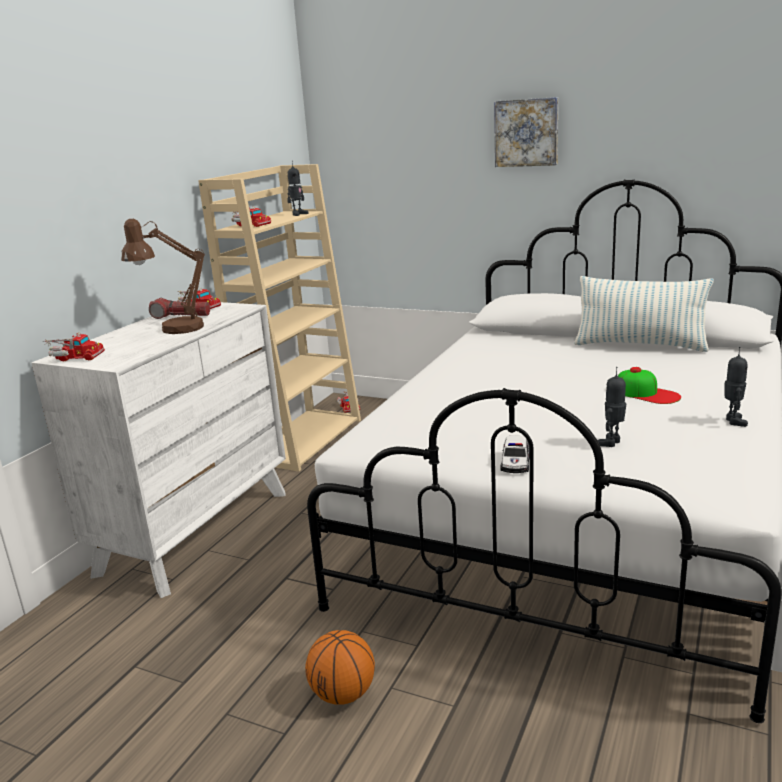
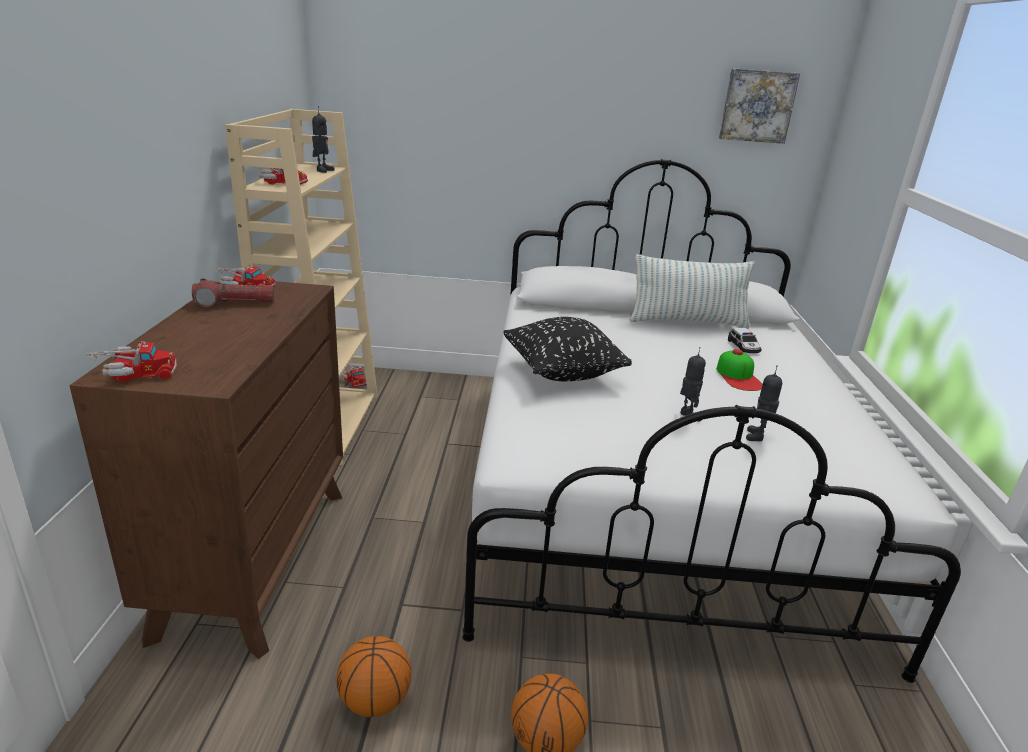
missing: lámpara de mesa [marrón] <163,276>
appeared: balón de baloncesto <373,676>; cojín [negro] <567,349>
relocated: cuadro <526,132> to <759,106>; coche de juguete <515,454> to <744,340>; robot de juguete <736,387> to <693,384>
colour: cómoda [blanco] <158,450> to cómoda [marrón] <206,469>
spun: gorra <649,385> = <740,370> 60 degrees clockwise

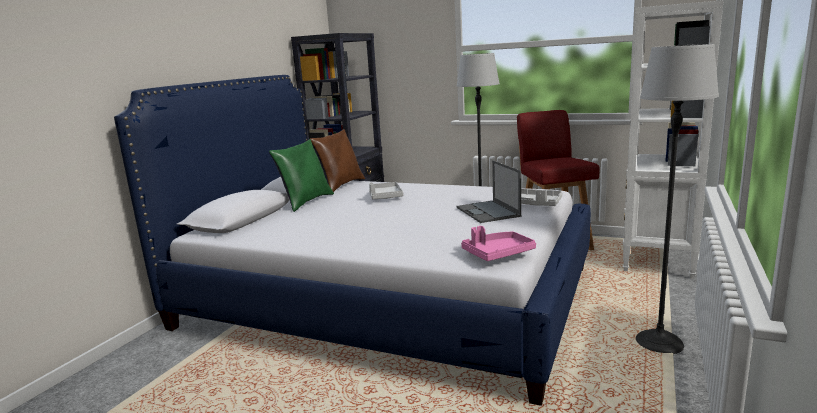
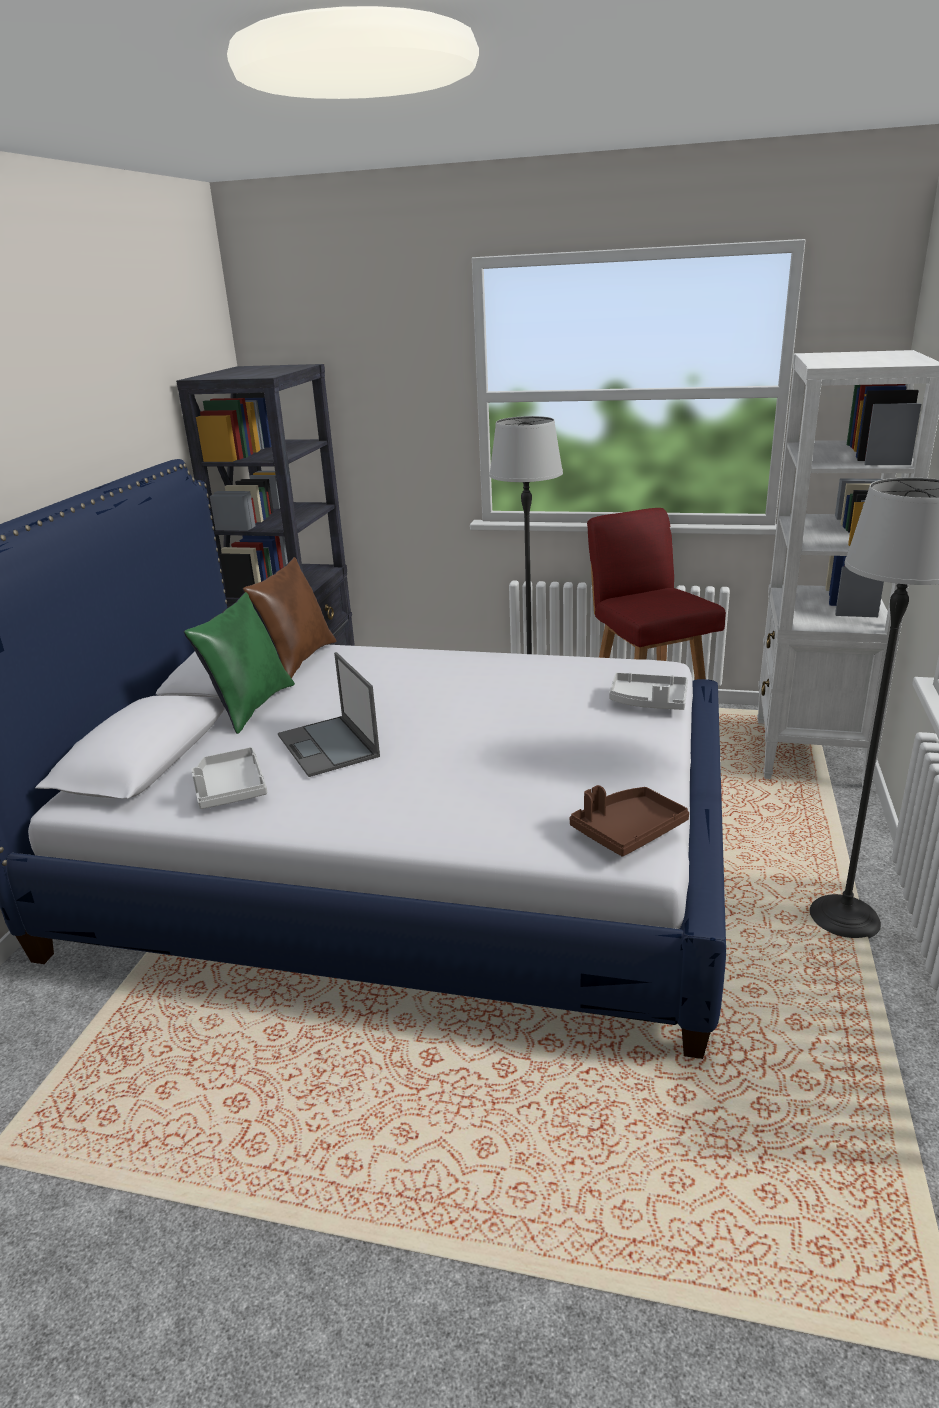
relocated: bandeja [gris] <386,190> to <229,778>; portátil <489,191> to <329,714>
colour: bandeja [rosa] <498,243> to bandeja [marrón] <629,821>

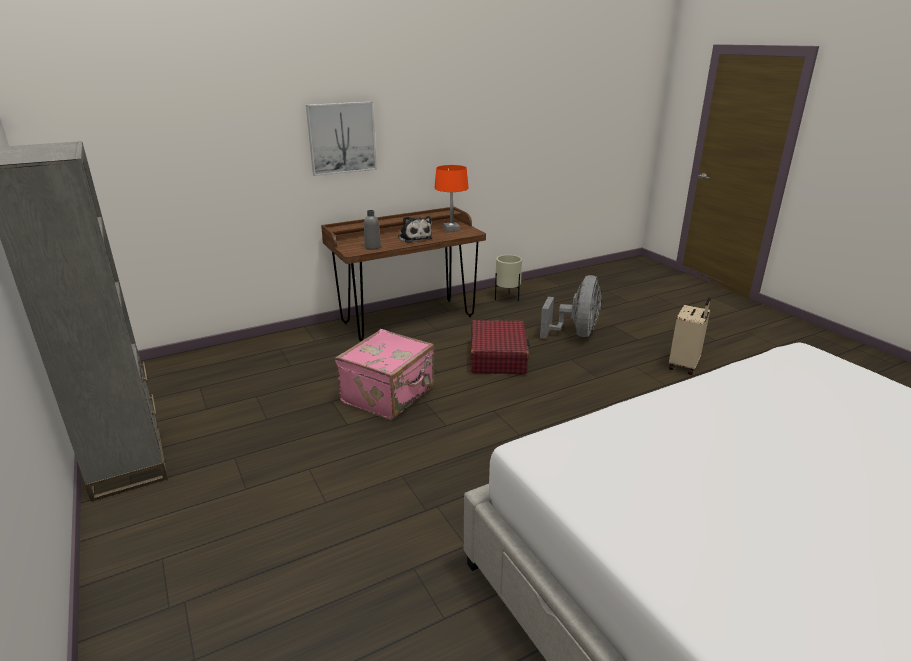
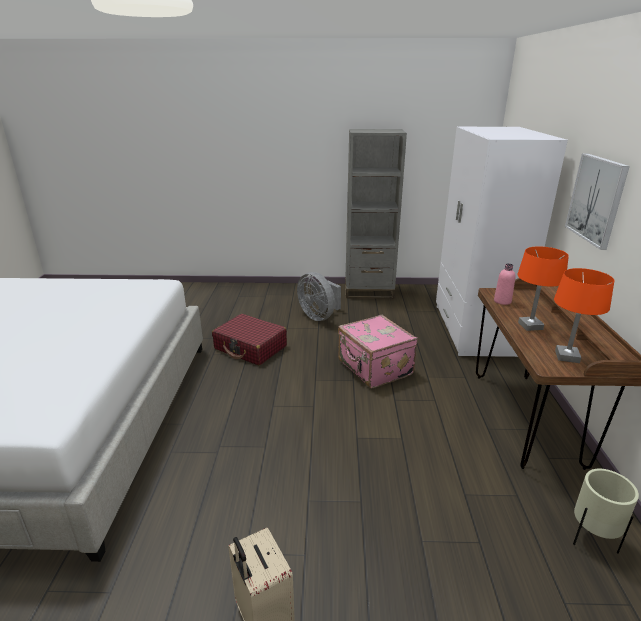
appeared: armario ropero [blanco] <502,242>
relocated: maleta [rojo] <500,347> to <249,339>; ventilador [gris] <570,307> to <319,296>
exchanged: peluche <415,229> to lámpara de mesa [naranja] <543,288>
colour: botella [gris] <372,230> to botella [rosa] <504,284>

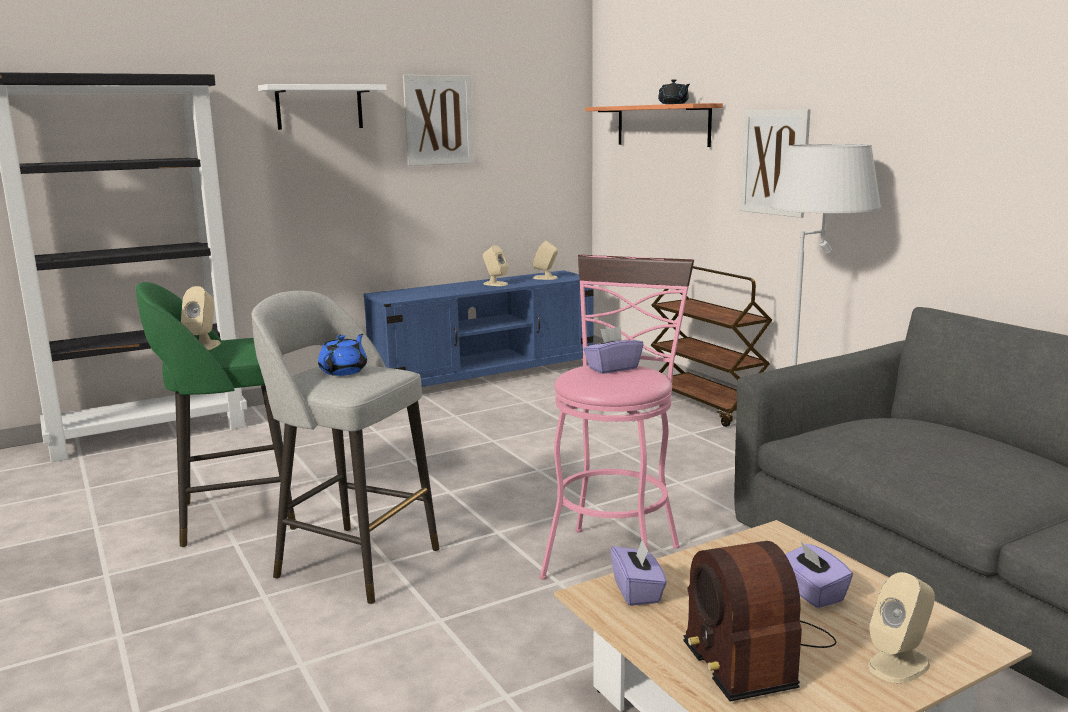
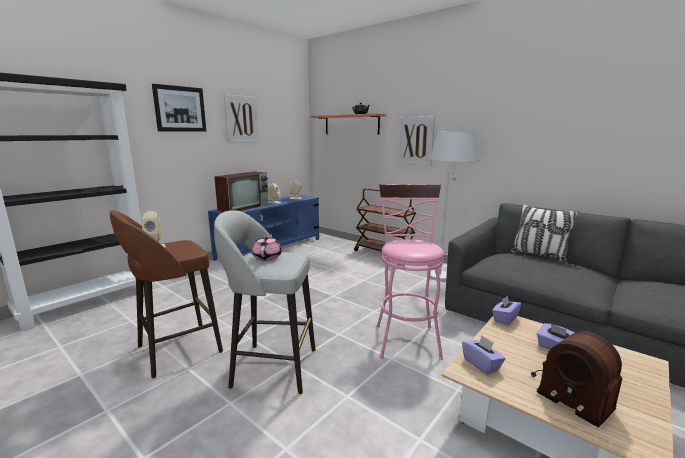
missing: altavoz [beis] <901,627>
appeared: televisor <241,192>; cojín <544,233>
relocated: caja de pañuelos [morado] <613,350> to <506,310>
exchanged: estante [blanco] <322,107> to cuadro <179,107>
colour: taburete [verde] <216,414> to taburete [marrón] <166,294>; tetera [azul] <342,355> to tetera [rosa] <267,247>

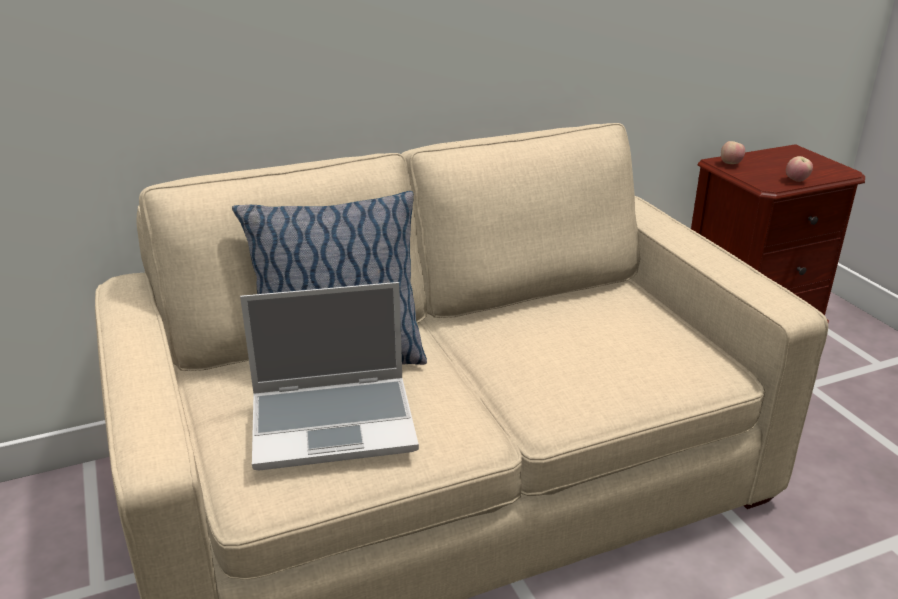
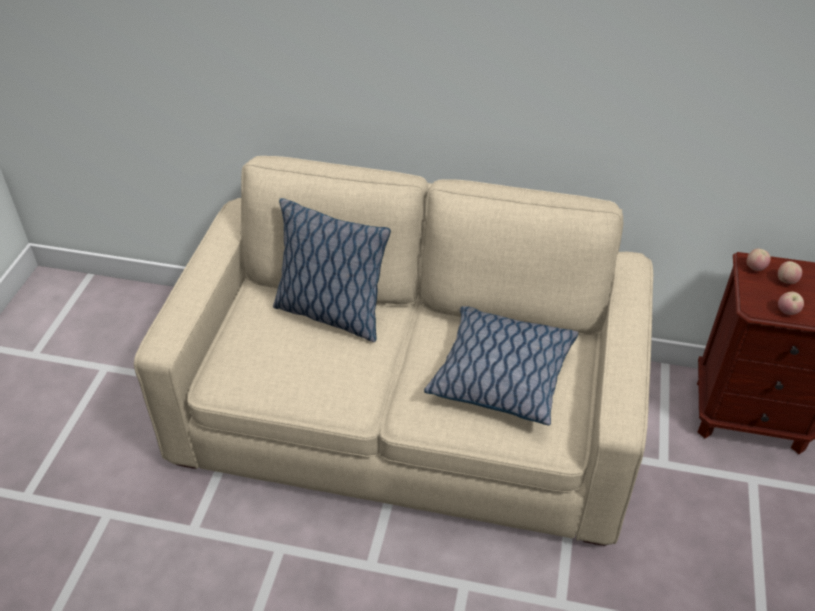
missing: portátil <329,376>
appeared: cojín <501,366>; manzana <790,272>

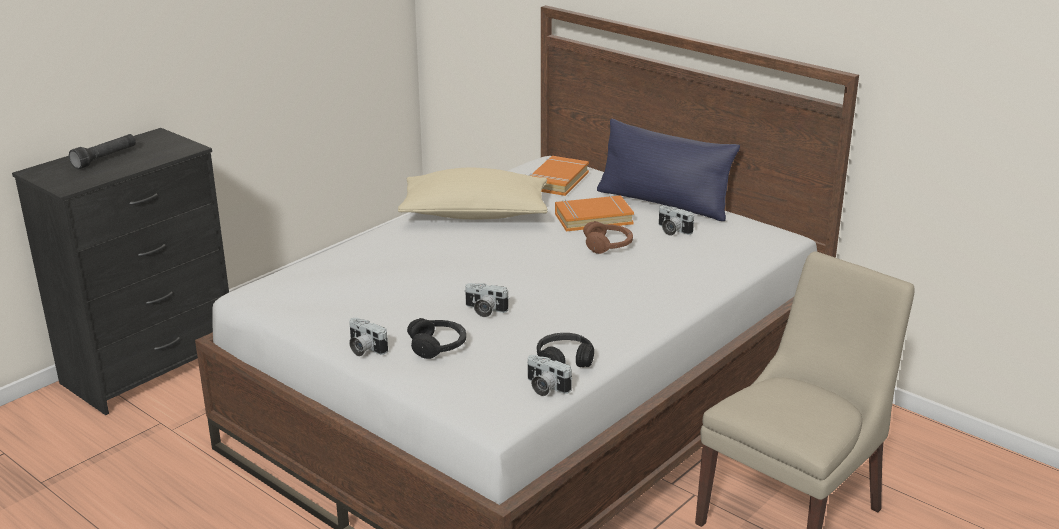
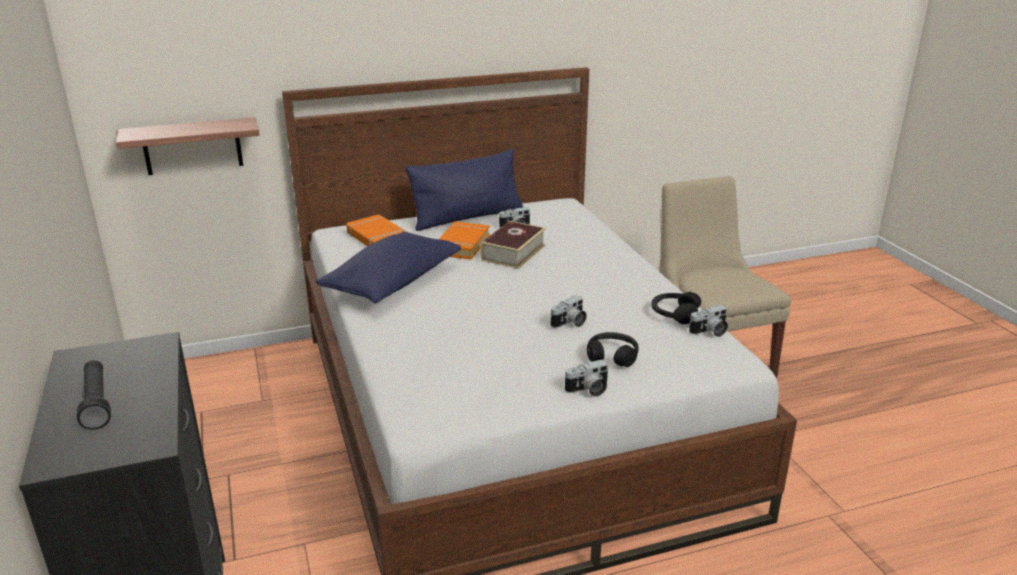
appeared: estante <188,146>
exchanged: auriculares [marrón] <608,237> to libro <513,245>
colour: cojín [beis] <473,193> to cojín [azul] <388,267>

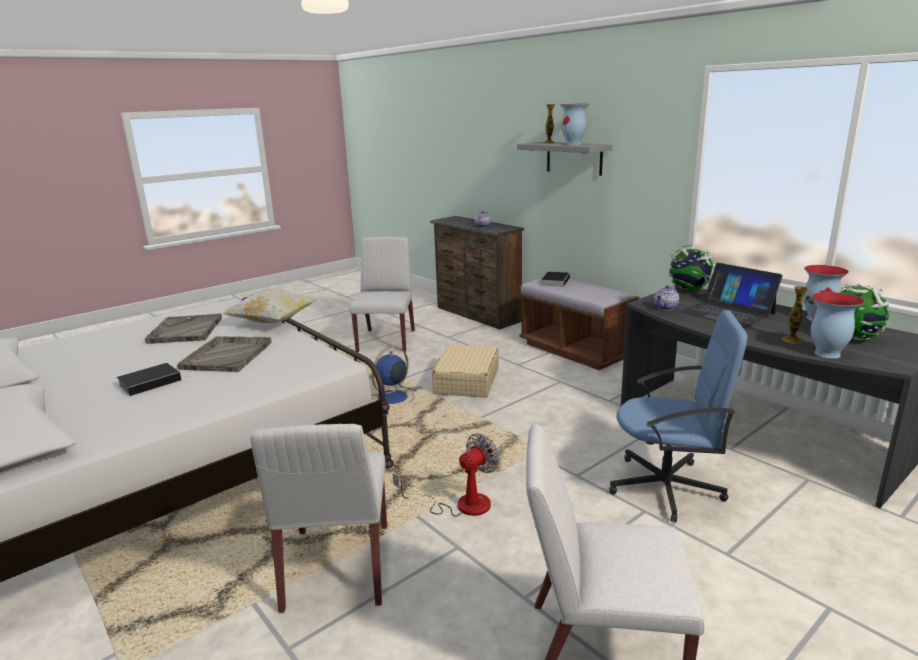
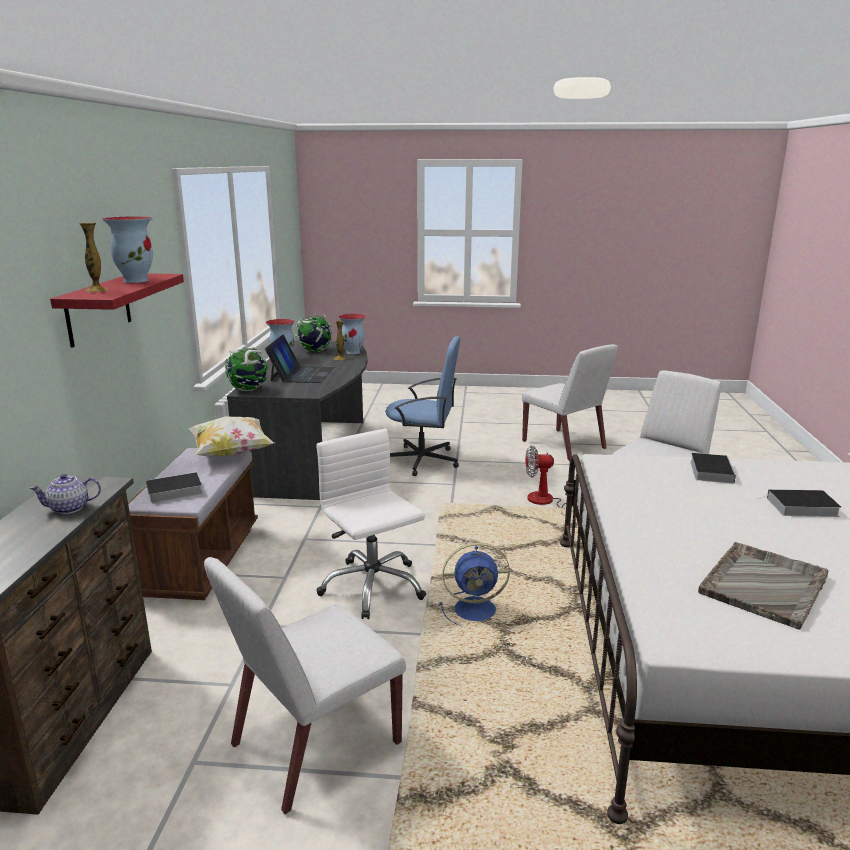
missing: bandeja [gris] <224,354>; tetera <666,297>
appeared: libro <713,468>
relocated: cojín <269,306> to <231,436>
exchanged: maleta [beis] <465,371> to silla de oficina [blanco] <371,524>
colour: estante [gris] <565,159> to estante [rojo] <117,311>
spun: silla de oficina [azul] <678,416> = <422,406> 135 degrees clockwise

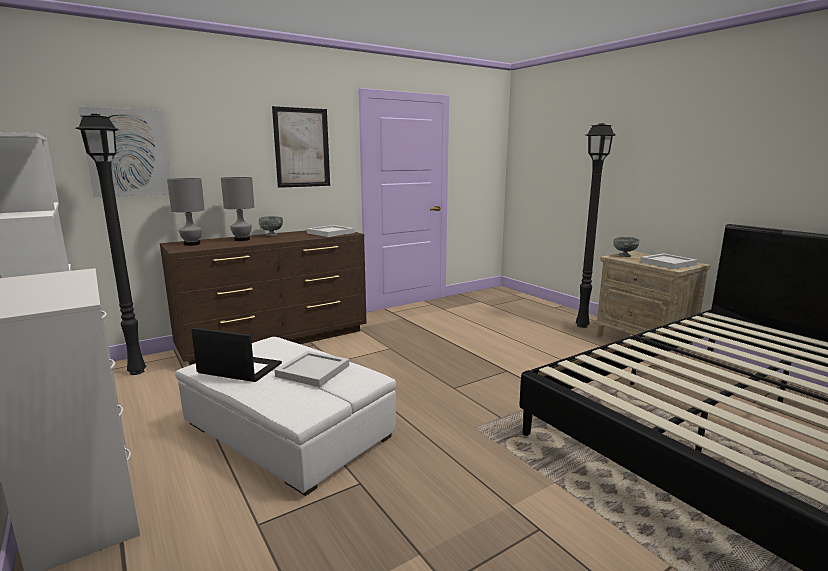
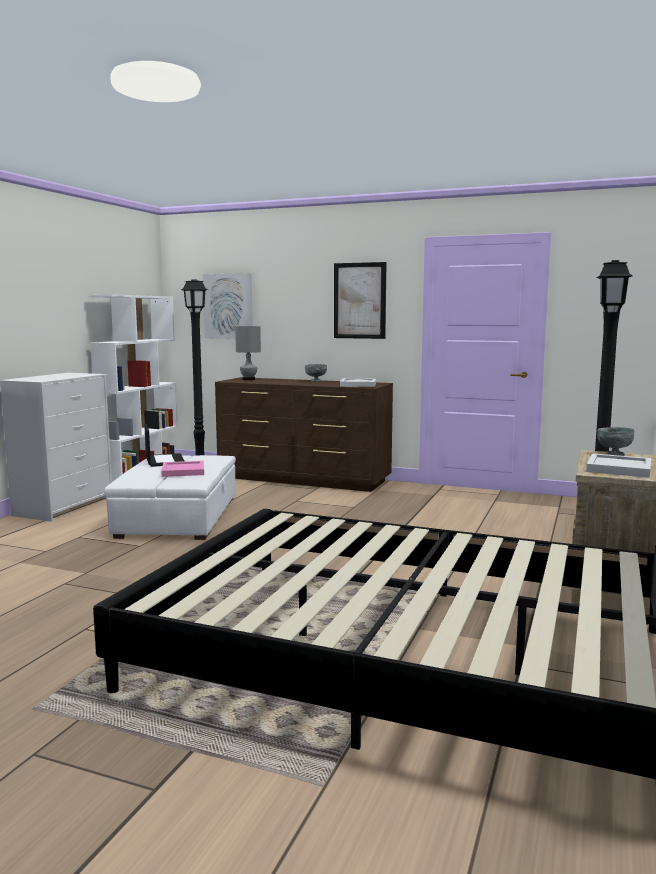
missing: lámpara de mesa [gris] <237,209>
colour: bandeja [blanco] <312,369> to bandeja [rosa] <182,469>

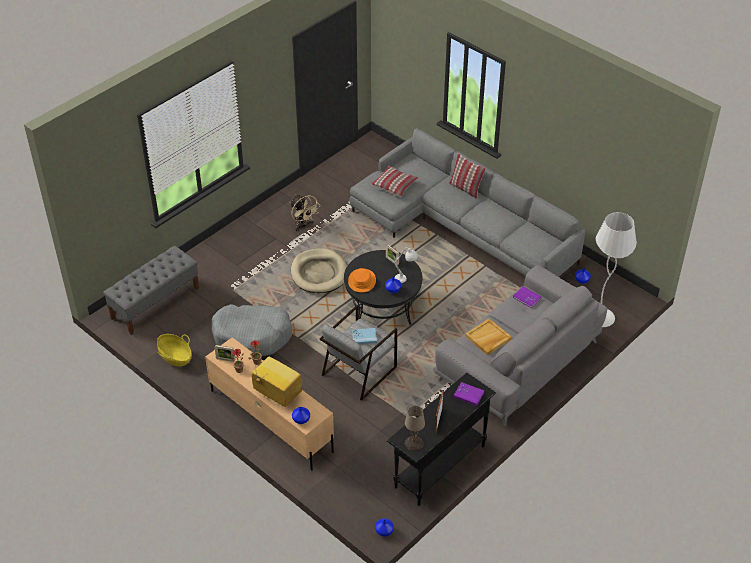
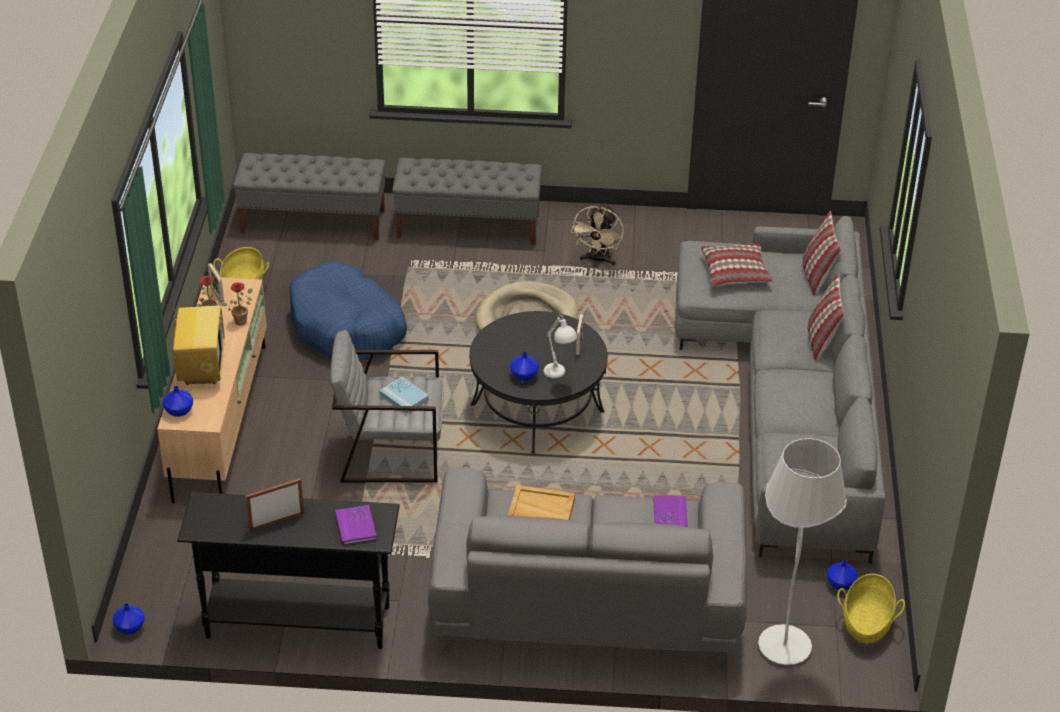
missing: sombrero [naranja] <362,280>; lámpara de mesa [beis] <415,428>
appeared: banco [gris] <467,201>; cojín <822,253>; cesta <871,608>
colour: cama para perro [gris] <252,330> to cama para perro [azul] <348,311>

